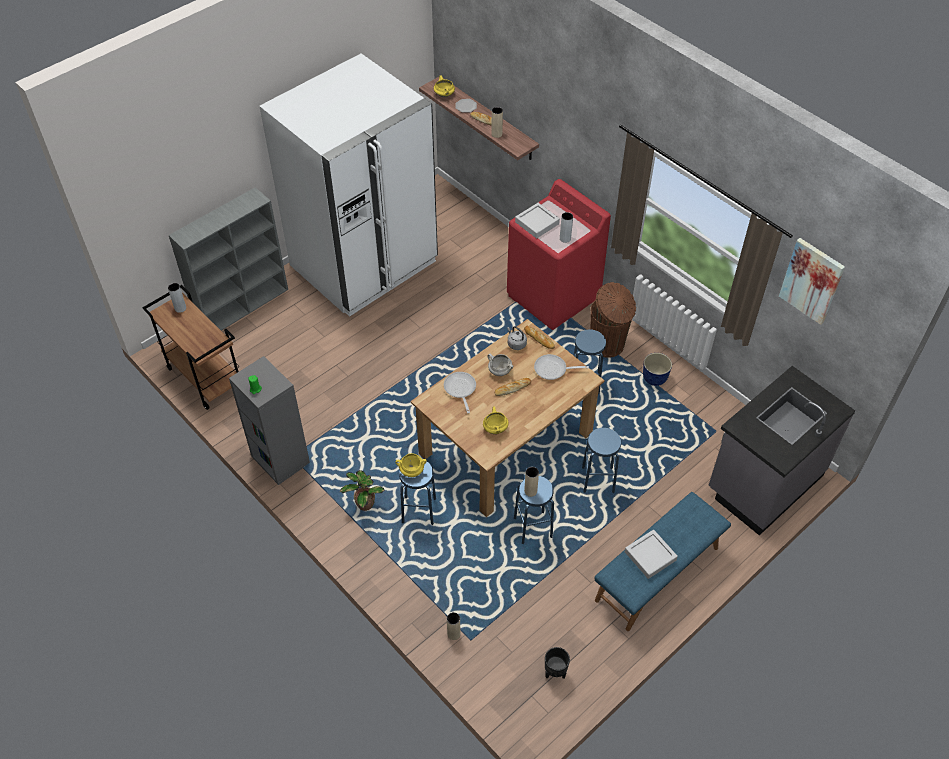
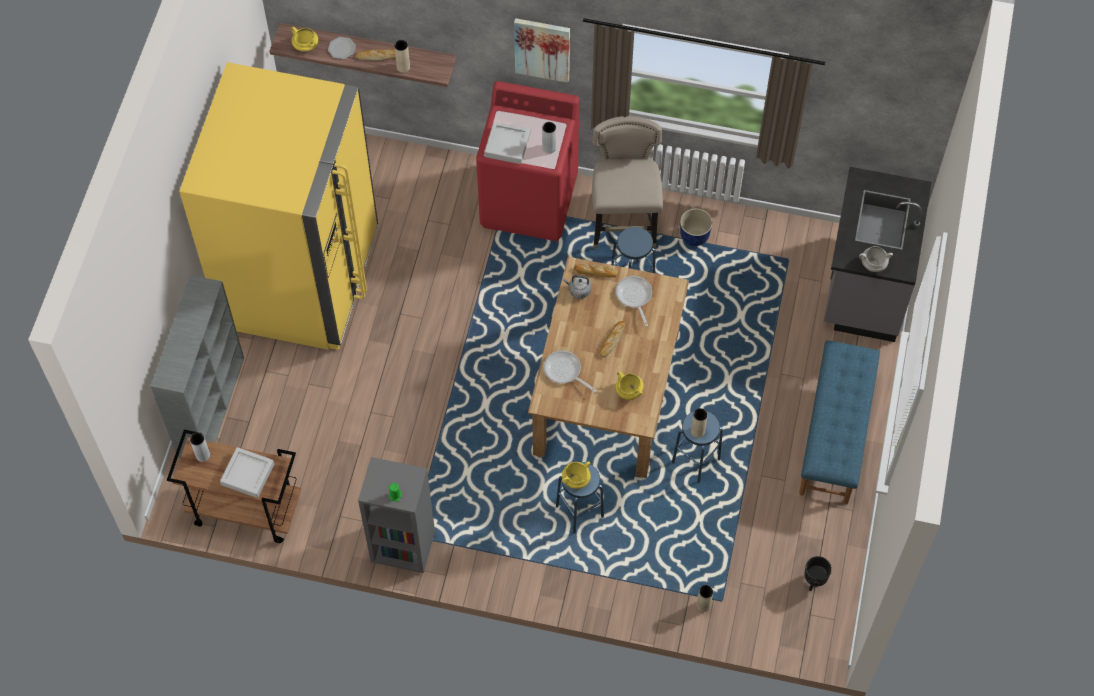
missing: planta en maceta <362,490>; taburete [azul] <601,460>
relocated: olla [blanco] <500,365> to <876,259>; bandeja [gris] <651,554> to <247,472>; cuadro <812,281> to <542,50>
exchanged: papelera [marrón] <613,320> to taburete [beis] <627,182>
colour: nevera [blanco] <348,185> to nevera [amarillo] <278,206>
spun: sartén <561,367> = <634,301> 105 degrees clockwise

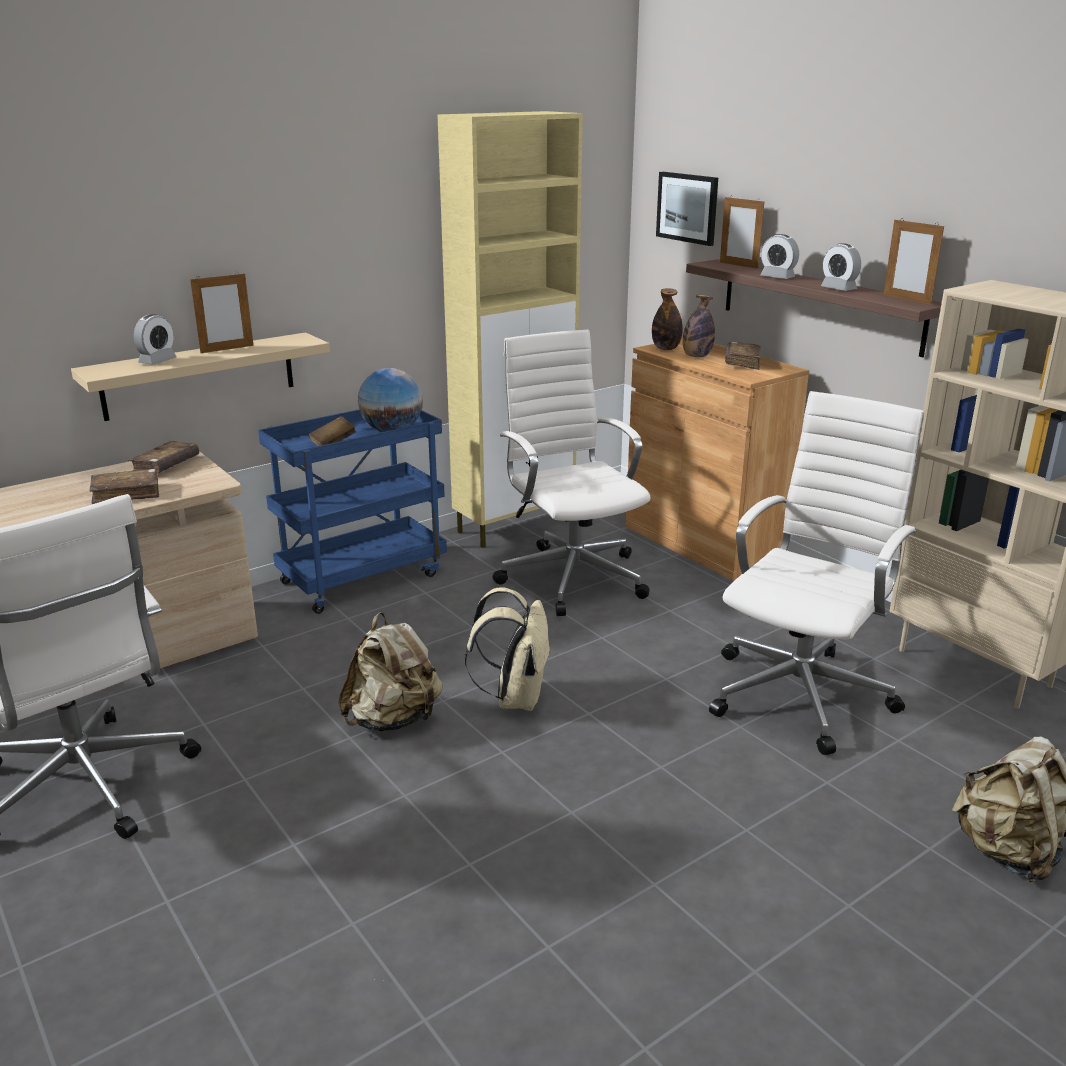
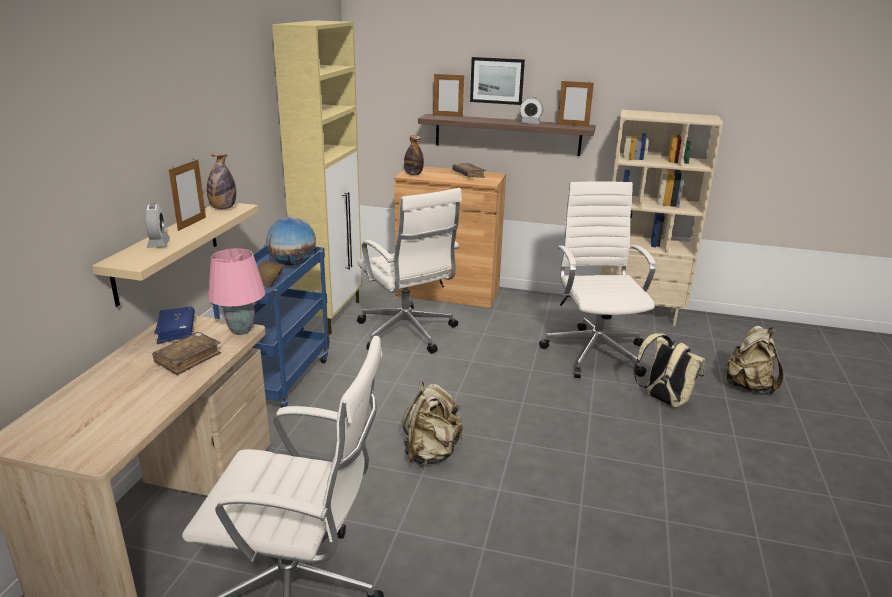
missing: despertador <780,256>
appeared: lámpara de mesa [rosa] <236,291>
relocated: mochila [beis] <508,649> to <670,370>; cuadro <687,209> to <497,81>; botella <699,326> to <221,181>
colour: libro [marrón] <163,457> to libro [azul] <174,325>
spun: silla de oficina [blanco] <571,472> = <409,271> 150 degrees counterclockwise

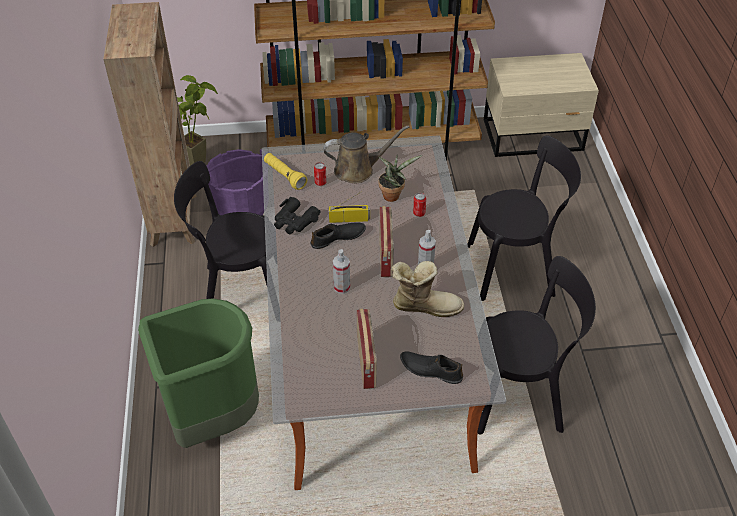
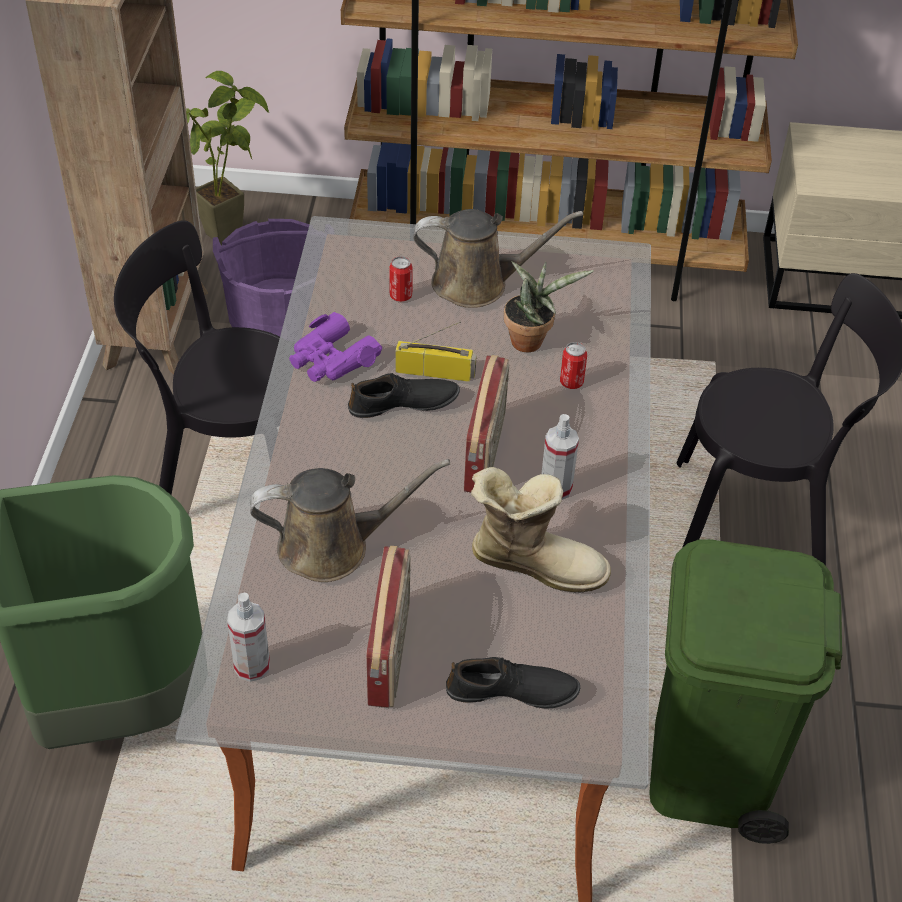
missing: linterna [amarillo] <285,171>
appeared: regadera [marrón] <350,520>
relocated: pulverizador <341,271> to <248,637>
exchanged: silla [negro] <536,345> to papelera [verde] <745,691>
colour: prismáticos [negro] <297,215> to prismáticos [morado] <335,347>
spun: zapato [negro] <431,368> = <513,683> 150 degrees clockwise

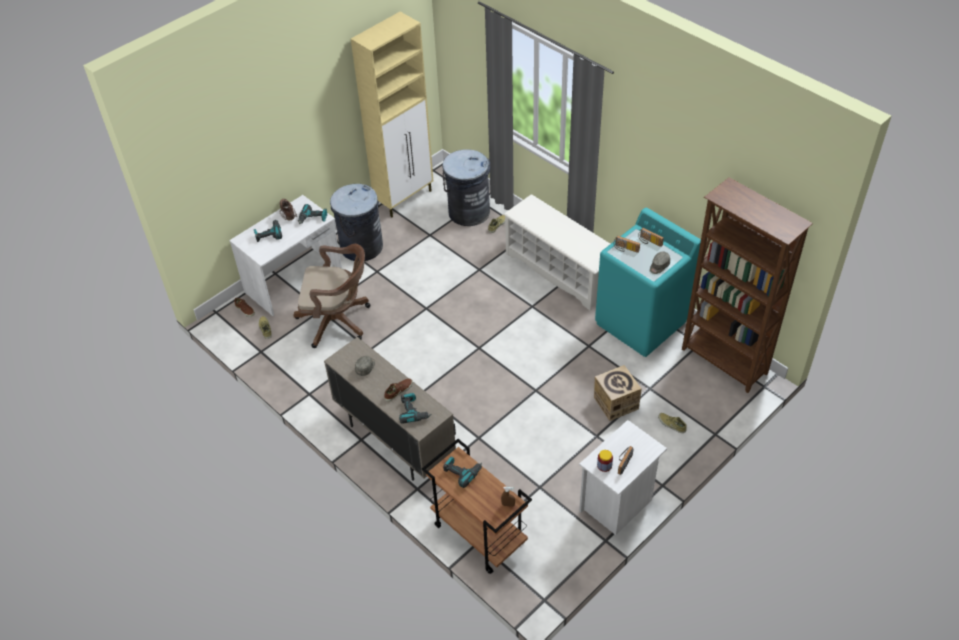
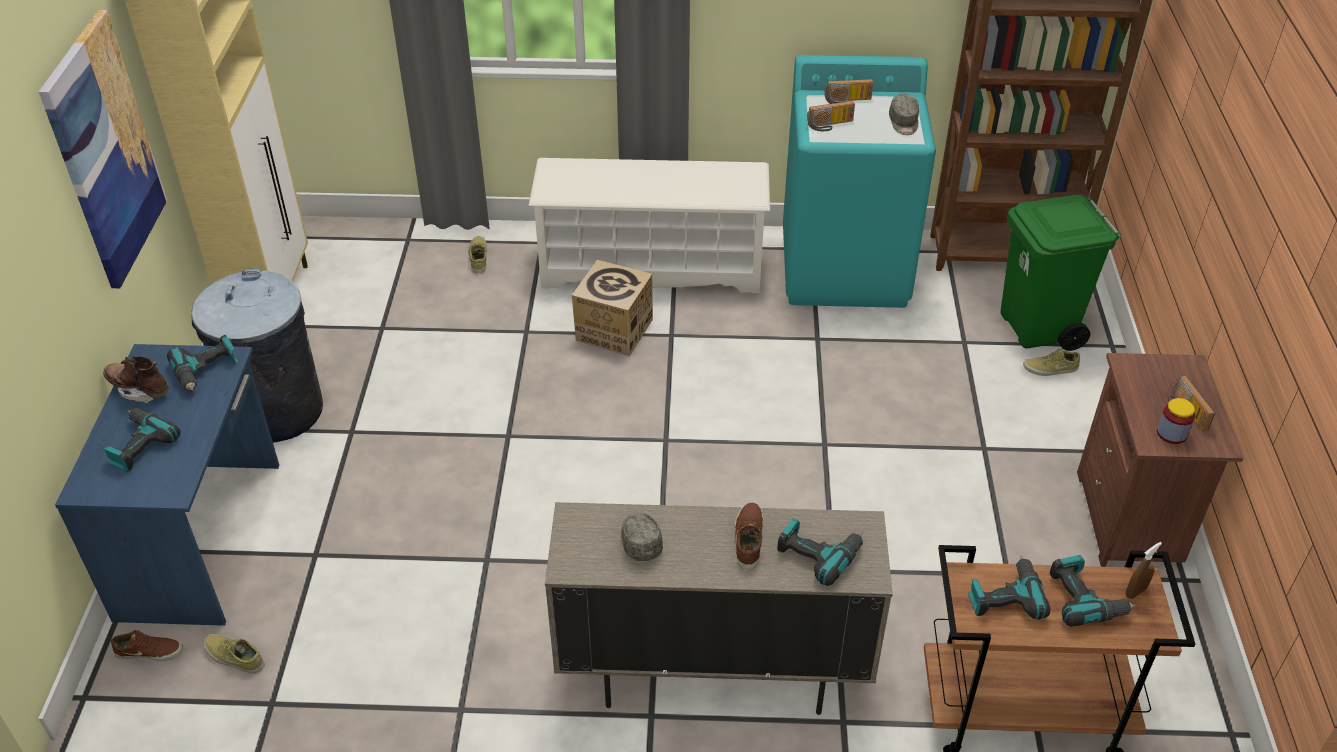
missing: silla de oficina [marrón] <331,296>; papelera [gris] <466,187>
appeared: cuadro <103,149>; papelera [verde] <1060,273>; taladro <1093,591>
relocated: caja de cartón <618,393> to <612,308>
colour: escritorio [blanco] <285,255> to escritorio [azul] <167,485>; mesita de noche [blanco] <623,477> to mesita de noche [marrón] <1160,460>

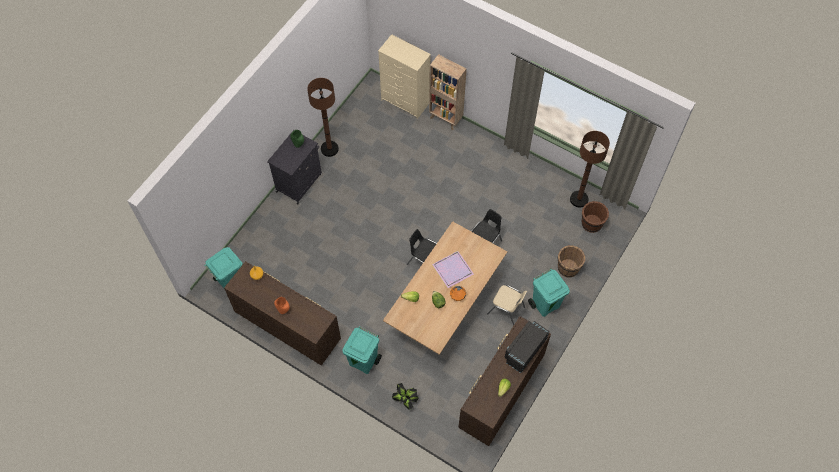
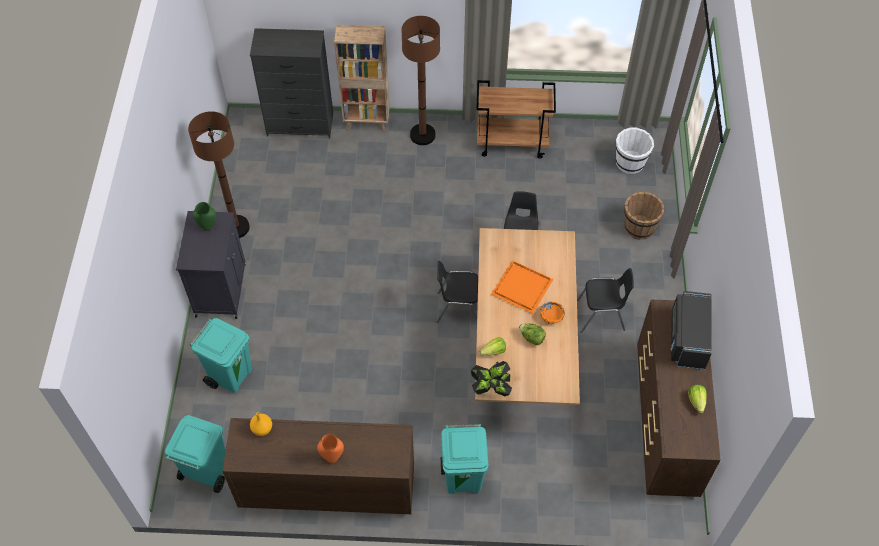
appeared: carrito [marrón] <516,119>
relocated: planta en maceta <405,396> to <491,378>; papelera [turquesa] <549,293> to <221,355>; lámpara de pie [marrón] <590,169> to <420,80>
colour: cómoda [beis] <404,76> to cómoda [negro] <291,83>; bandeja [morado] <453,269> to bandeja [naranja] <522,287>; silla [beis] <507,305> to silla [negro] <605,300>; cubo [marrón] <595,217> to cubo [blanco] <635,150>

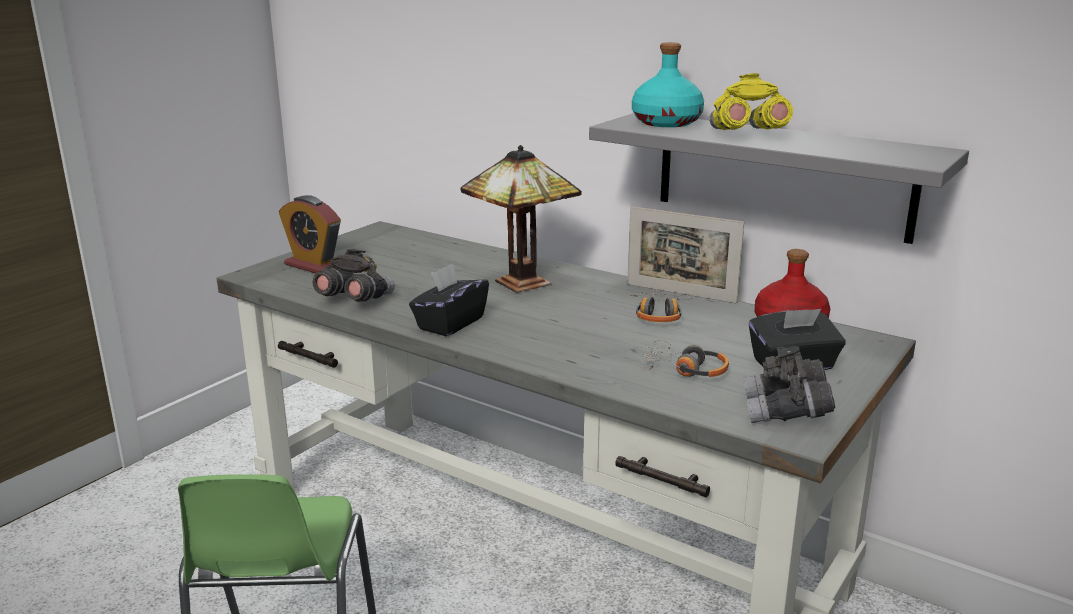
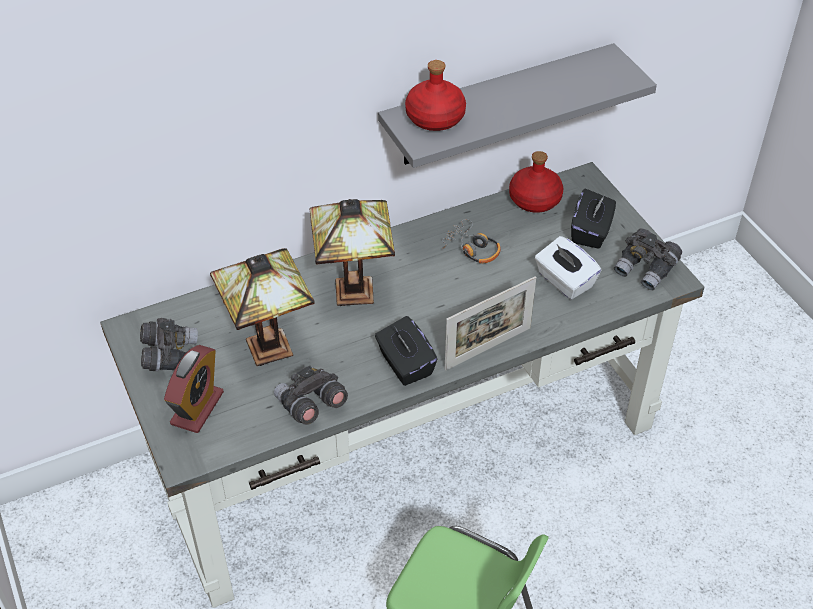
missing: prismáticos [amarillo] <751,101>
appeared: prismáticos [gris] <169,344>; lámpara de mesa <262,307>
relocated: portarretratos <685,255> to <490,323>
exchanged: auriculares <685,358> to caja de pañuelos [blanco] <568,268>
colour: botella [turquesa] <668,84> to botella [rojo] <435,95>
spun: despertador <310,234> = <194,389> 45 degrees counterclockwise

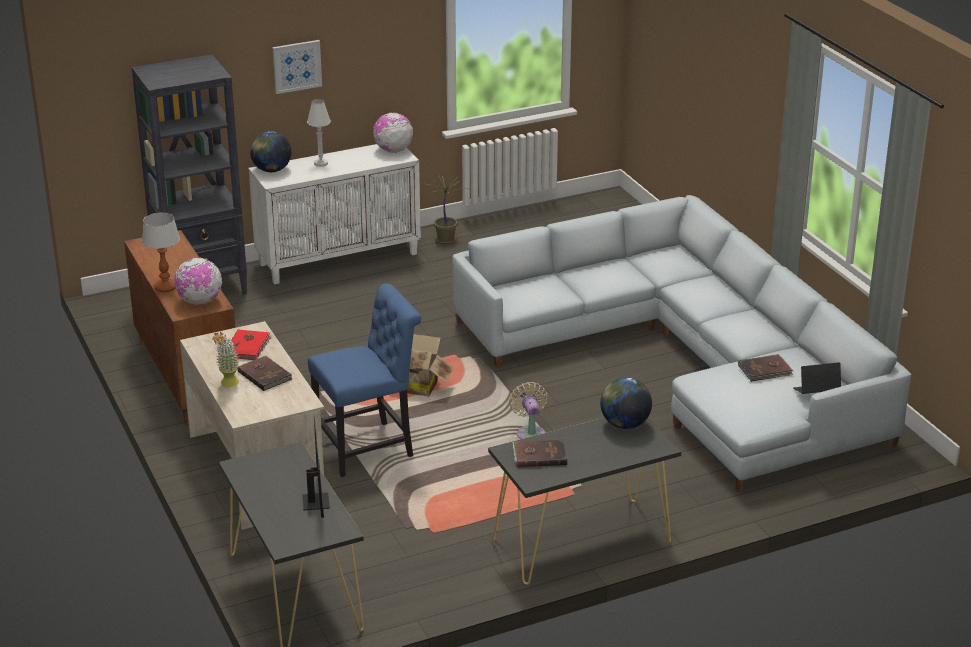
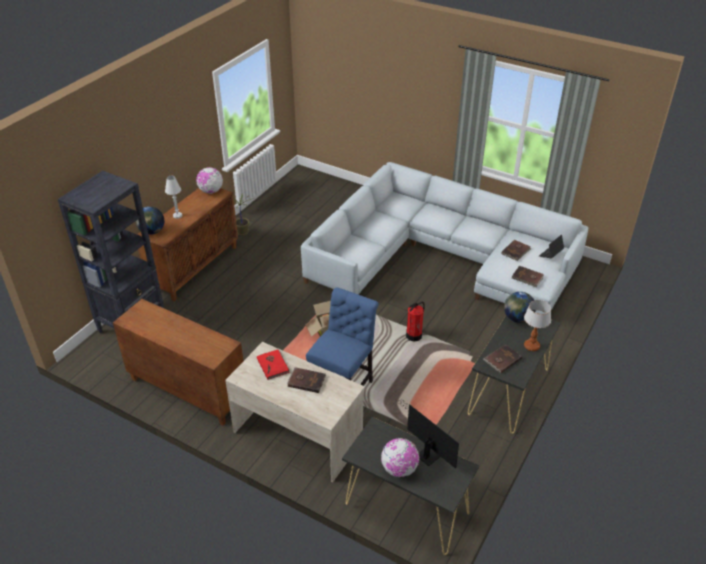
missing: planta en maceta <225,359>; cuadro <297,67>
appeared: libro [marrón] <527,276>
relocated: lámpara de mesa <161,252> to <537,325>; globo terráqueo <198,281> to <400,457>
exchanged: ventilador [beis] <528,410> to extintor <415,322>
colour: armario [blanco] <334,214> to armario [marrón] <187,245>

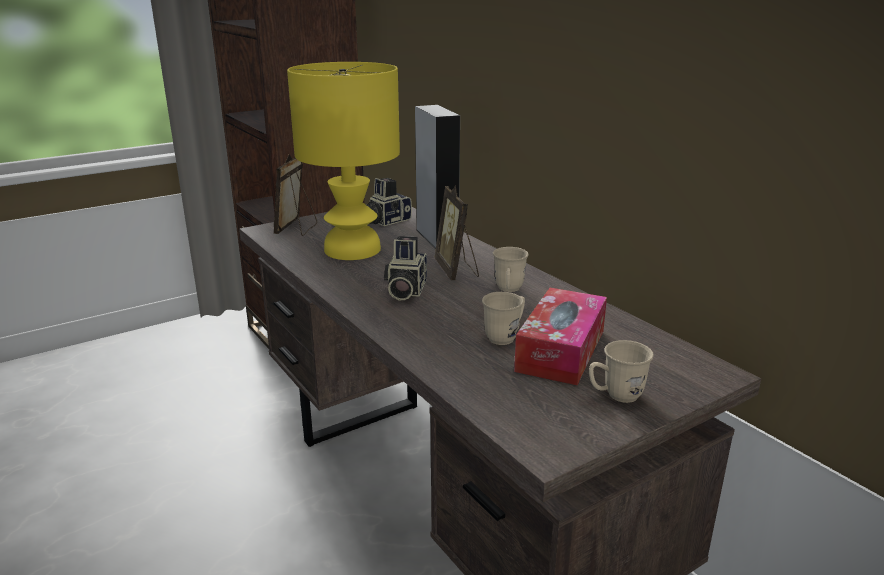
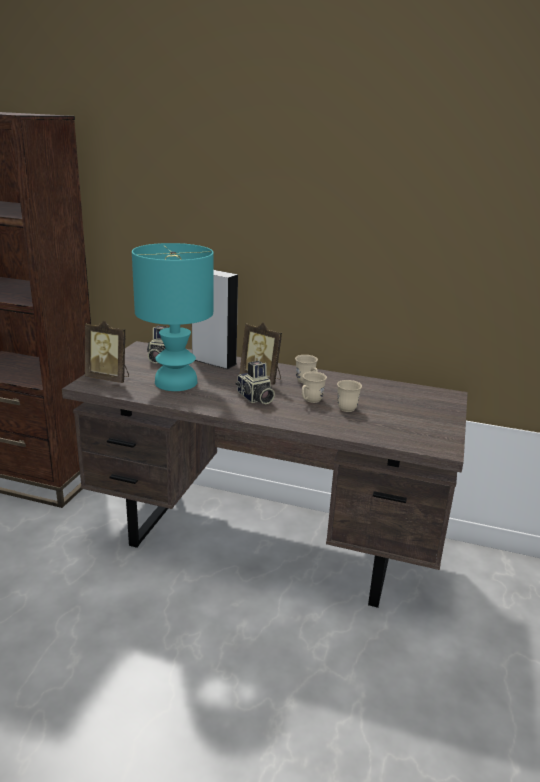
missing: caja de pañuelos <560,336>
relocated: taza grande [beis] <621,371> to <314,387>
colour: lámpara de mesa [amarillo] <343,161> to lámpara de mesa [turquesa] <173,317>
spun: portarretratos <295,195> = <107,352> 45 degrees counterclockwise

